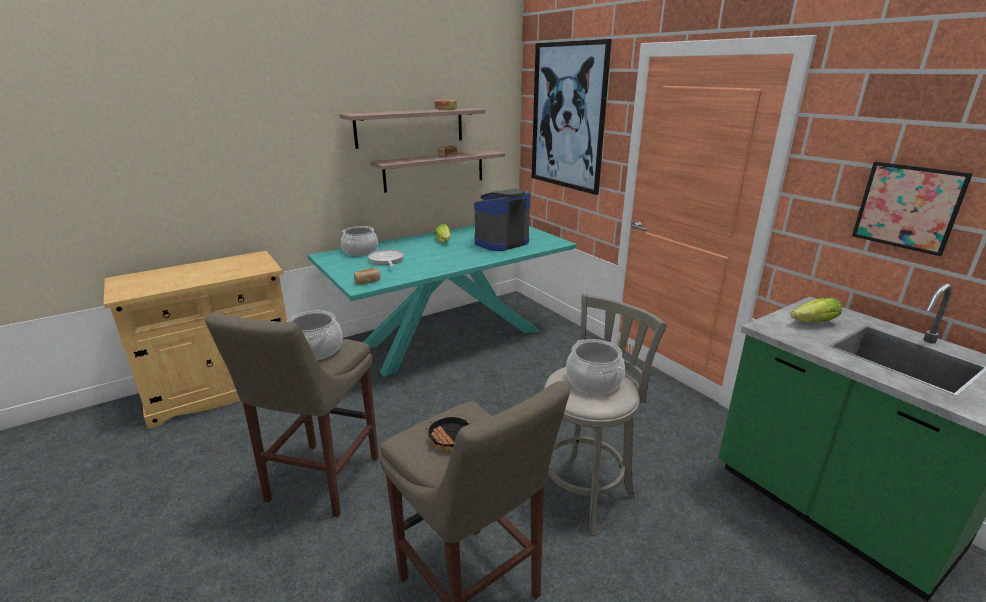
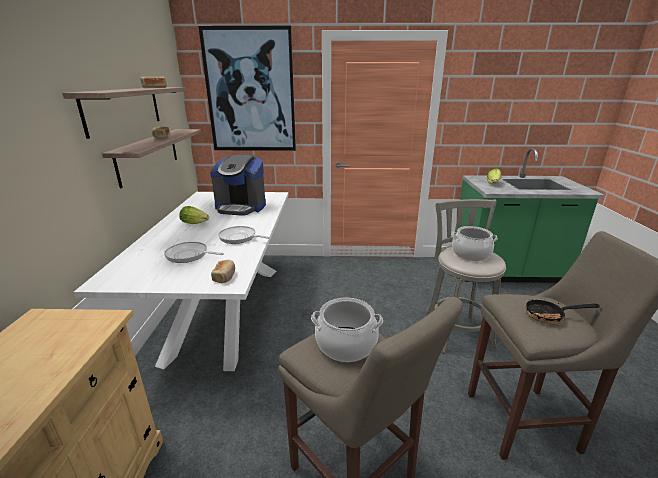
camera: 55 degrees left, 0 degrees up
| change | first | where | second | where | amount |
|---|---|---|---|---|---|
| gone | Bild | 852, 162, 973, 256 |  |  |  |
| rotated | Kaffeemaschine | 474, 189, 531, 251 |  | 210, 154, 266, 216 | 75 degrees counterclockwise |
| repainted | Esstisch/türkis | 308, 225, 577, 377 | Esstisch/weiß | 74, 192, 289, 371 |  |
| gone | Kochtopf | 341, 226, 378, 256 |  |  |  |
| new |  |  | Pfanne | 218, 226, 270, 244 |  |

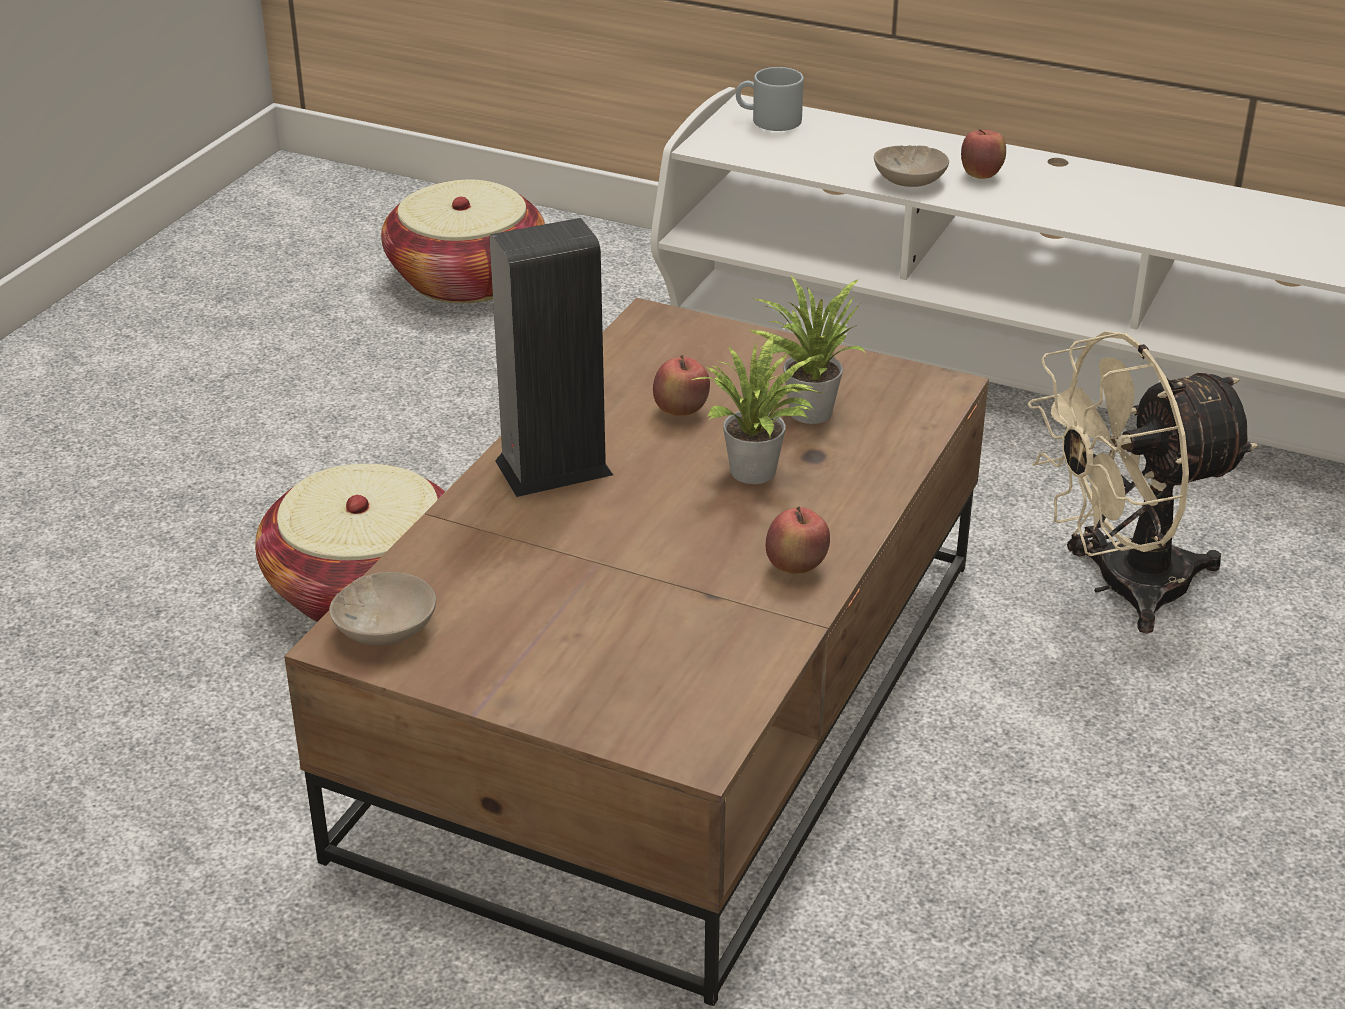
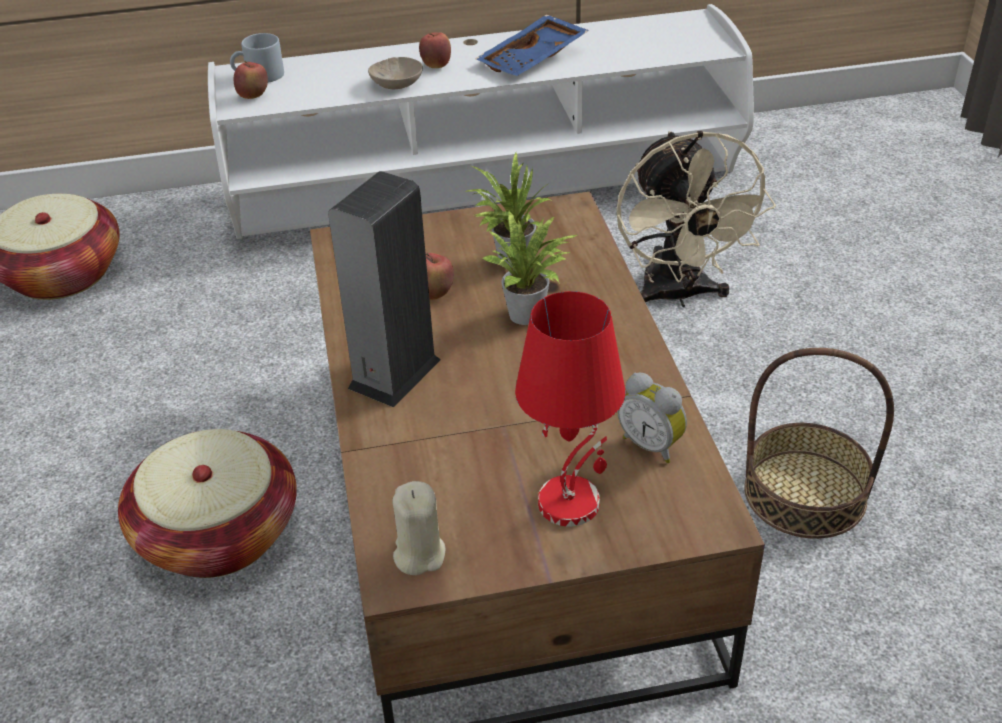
camera: 35 degrees left, 5 degrees up
| change | first | where | second | where | amount |
|---|---|---|---|---|---|
| rotated | Ventilator/beige | 1028, 331, 1258, 634 |  | 616, 131, 776, 307 | 45 degrees counterclockwise |
| shifted | Apfel | 766, 507, 830, 574 |  | 234, 60, 268, 99 |  |
| swapped | Schüssel/beige | 329, 572, 436, 646 | Kerze/beige | 392, 481, 445, 575 |  |
| new |  |  | Tablett/blau | 475, 14, 589, 76 |  |
| new |  |  | Tischlampe/rot | 515, 291, 625, 526 |  |
| new |  |  | Korb | 744, 348, 894, 539 |  |
| new |  |  | Wecker | 618, 373, 687, 463 |  |

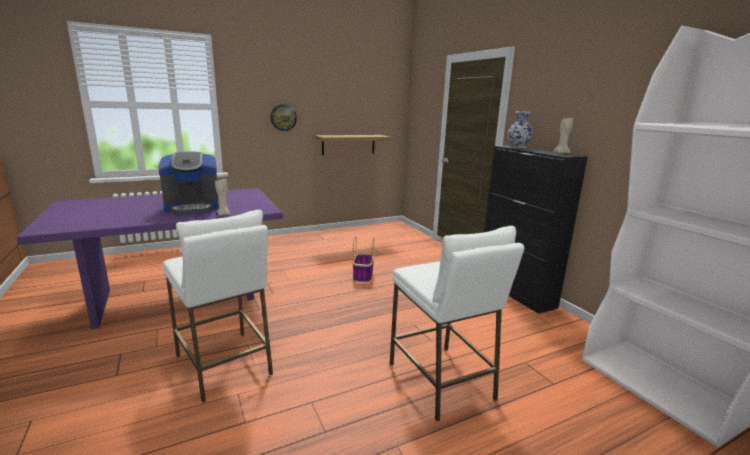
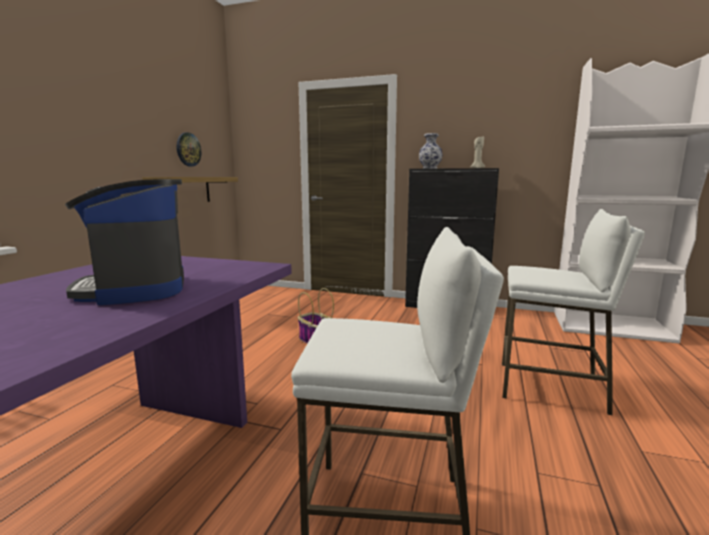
camera: 45 degrees left, 5 degrees down
| change | first | where | second | where | amount |
|---|---|---|---|---|---|
| shifted | Wanduhr | 270, 104, 297, 131 |  | 177, 132, 201, 167 |  |
| rotated | Kaffeemaschine | 159, 151, 219, 215 |  | 65, 179, 184, 305 | 135 degrees clockwise |
| gone | Kerze/beige | 215, 179, 230, 216 |  |  |  |

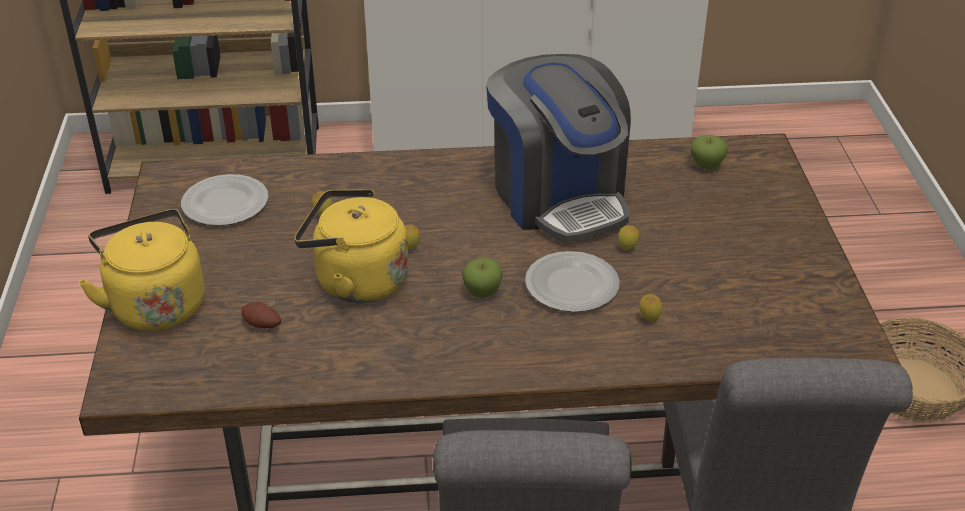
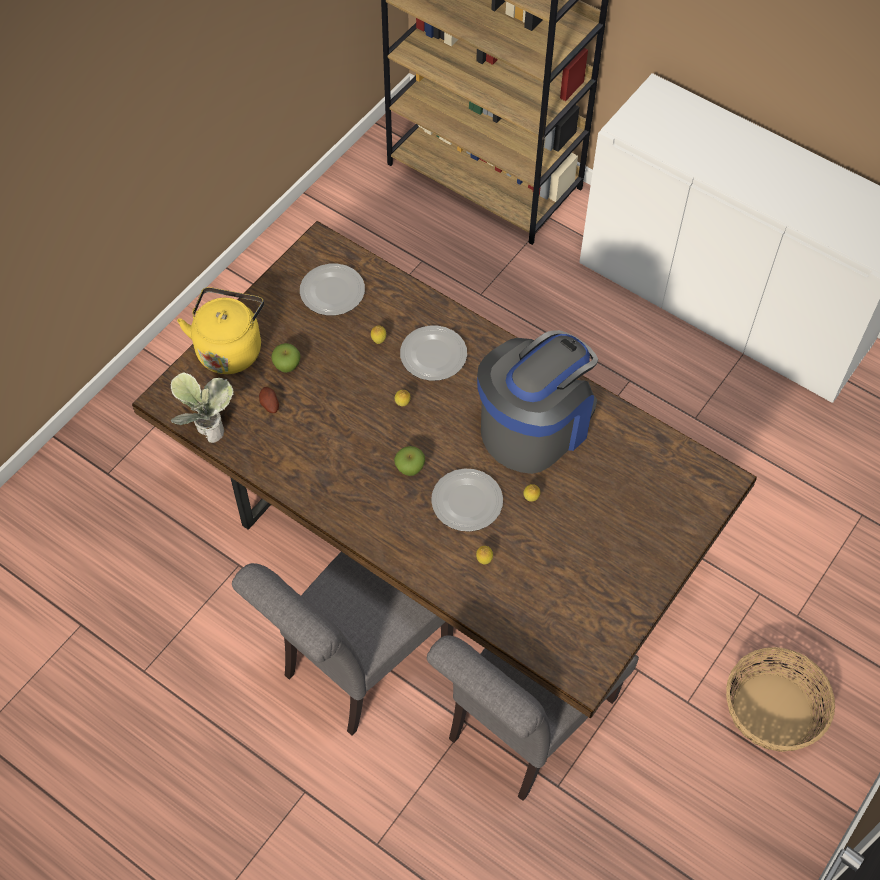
camera: 40 degrees right, 20 degrees up
| change | first | where | second | where | amount |
|---|---|---|---|---|---|
| rotated | Kaffeemaschine | 486, 54, 631, 242 |  | 477, 330, 598, 474 | 150 degrees counterclockwise |
| shifted | Apfel | 690, 135, 728, 169 |  | 271, 343, 301, 373 |  |
| gone | Wasserkessel/gelb | 294, 189, 409, 303 |  |  |  |
| new |  |  | Teller | 400, 326, 467, 381 |  |
| new |  |  | Topfpflanze | 171, 373, 234, 443 |  |

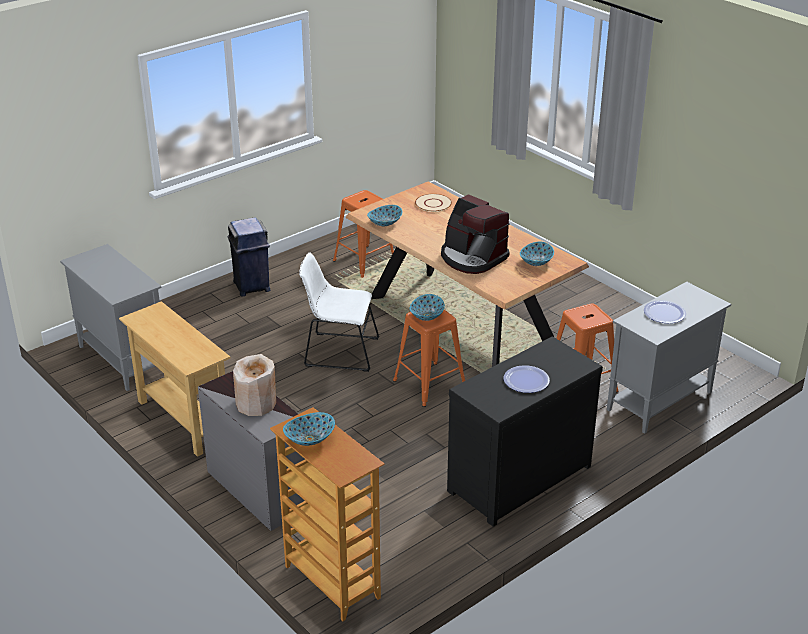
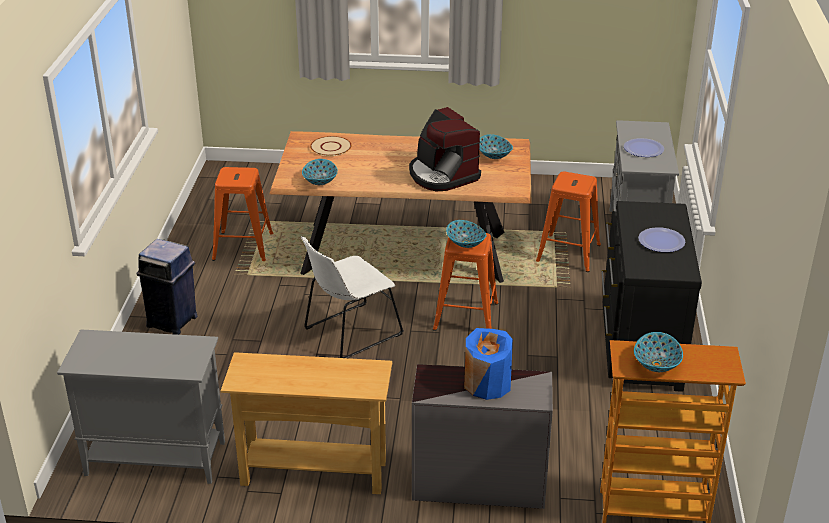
camera: 45 degrees left, 0 degrees up
| change | first | where | second | where | amount |
|---|---|---|---|---|---|
| rotated | Kaffeemaschine | 441, 194, 510, 274 |  | 409, 107, 481, 191 | 60 degrees clockwise |
| repainted | Vase/beige | 233, 354, 276, 416 | Vase/blau | 464, 328, 513, 400 |  |

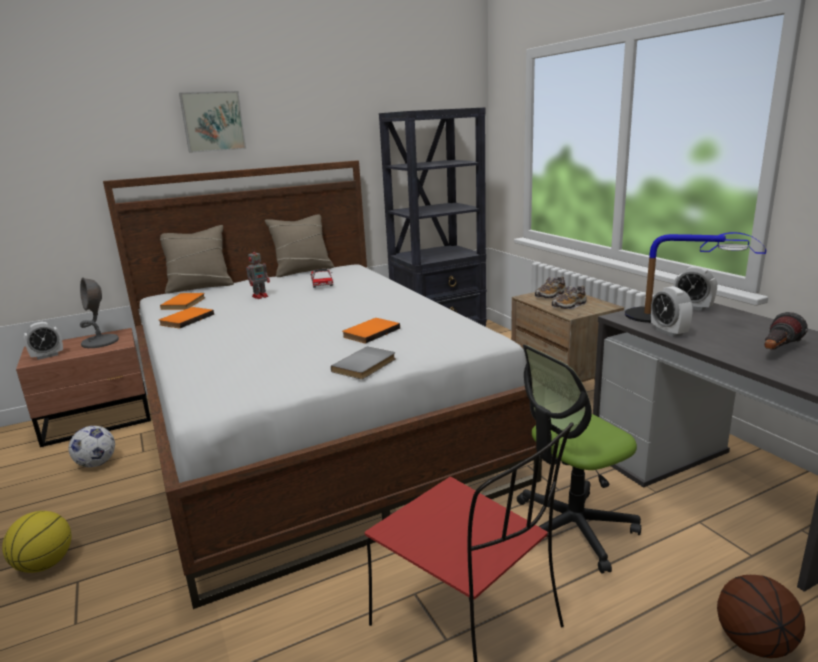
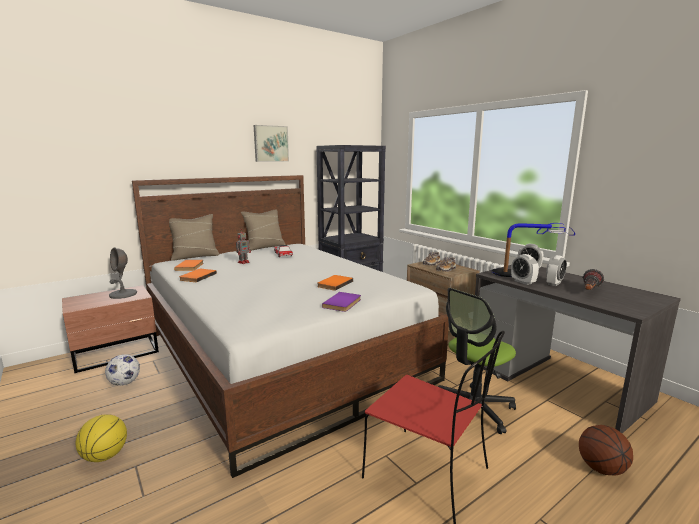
camera: 10 degrees left, 5 degrees down
| change | first | where | second | where | amount |
|---|---|---|---|---|---|
| shifted | Bild | 179, 91, 246, 153 |  | 254, 125, 289, 162 |  |
| shifted | Wecker | 23, 322, 63, 360 |  | 546, 255, 567, 286 |  |
| repainted | Buch/grau | 331, 346, 396, 379 | Buch/lila | 322, 292, 361, 312 |  |

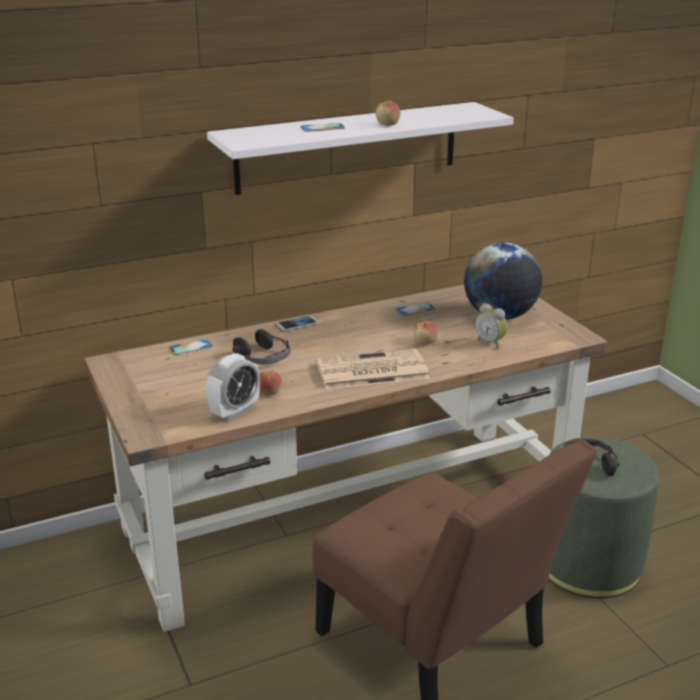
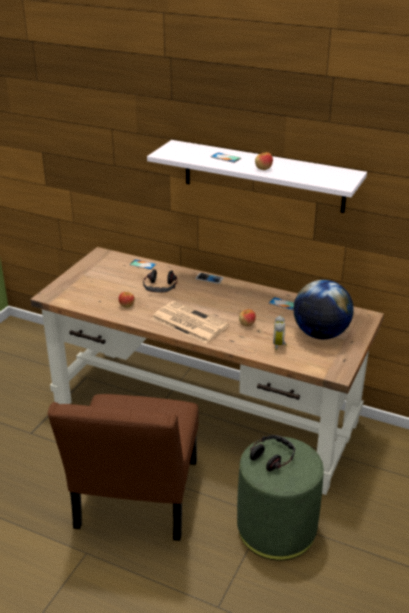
camera: 50 degrees right, 5 degrees up
| change | first | where | second | where | amount |
|---|---|---|---|---|---|
| gone | Wecker | 206, 354, 260, 421 |  |  |  |

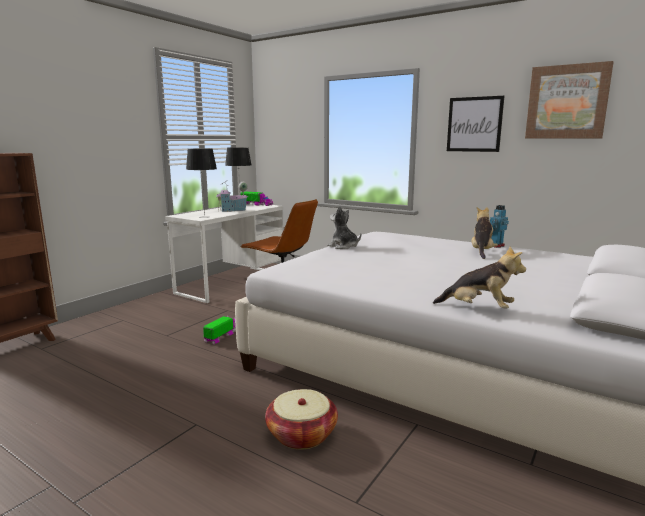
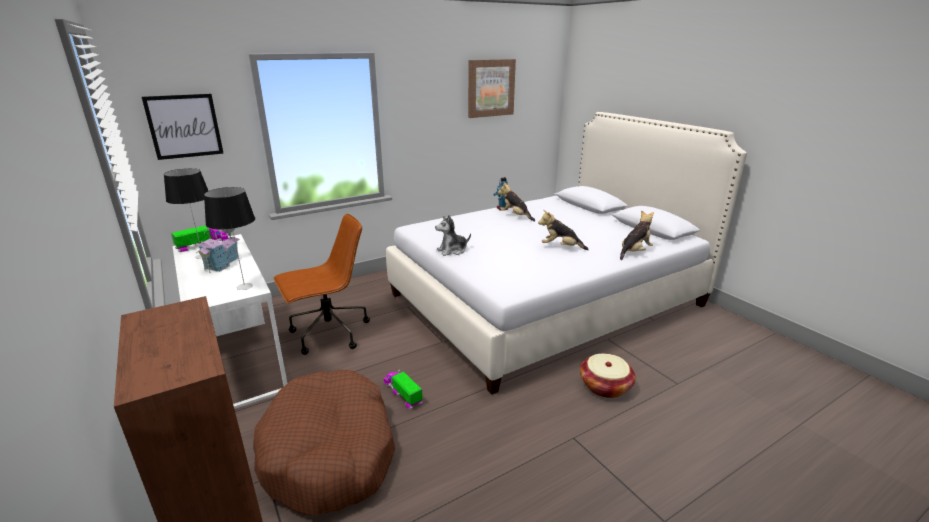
camera: 65 degrees left, 10 degrees up
| change | first | where | second | where | amount |
|---|---|---|---|---|---|
| shifted | Bild | 447, 96, 504, 152 |  | 142, 94, 224, 160 |  |
| new |  |  | Plüschtier | 538, 210, 589, 250 |  |
| new |  |  | Hundebett/braun | 253, 369, 395, 515 |  |

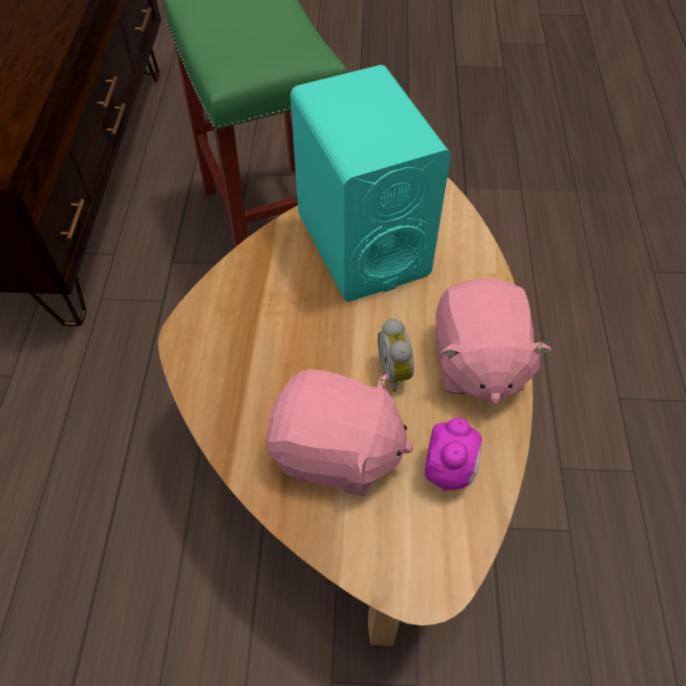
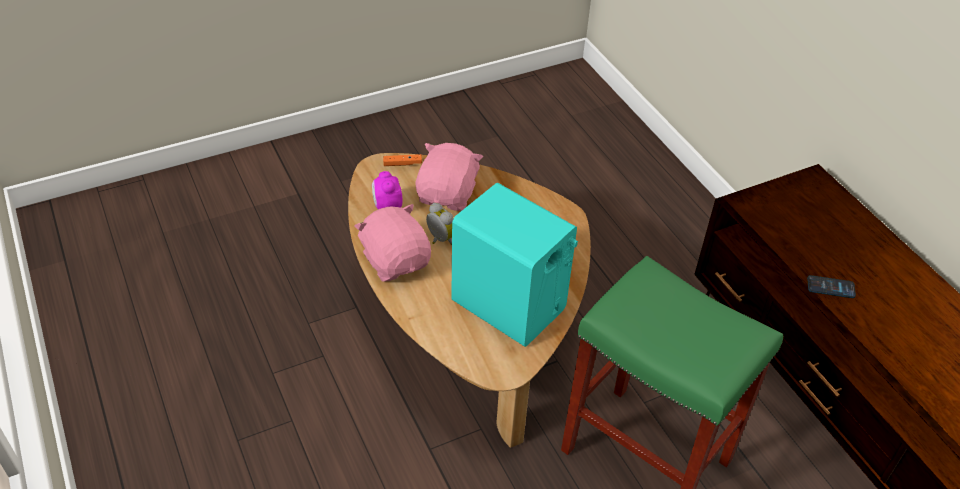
camera: 150 degrees right, 10 degrees down
| change | first | where | second | where | amount |
|---|---|---|---|---|---|
| rotated | Plüschtier/rosa | 266, 369, 413, 496 |  | 416, 143, 483, 211 | 120 degrees clockwise |
| new |  |  | Gamepad/orange | 383, 154, 422, 166 |  |
| new |  |  | Handy | 807, 275, 856, 298 |  |

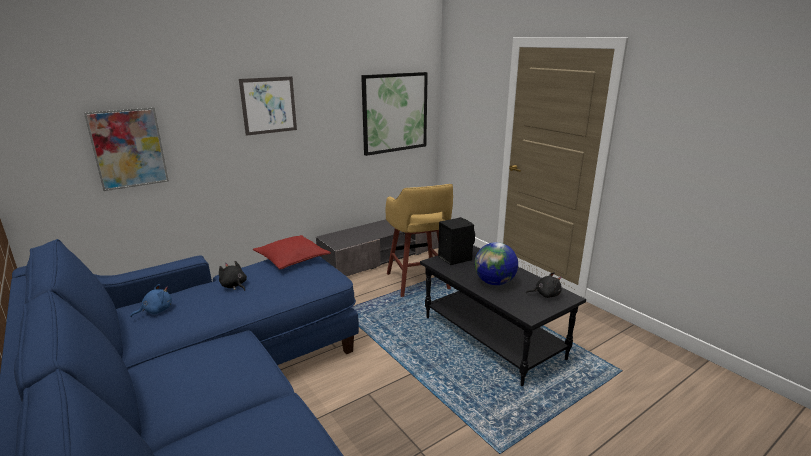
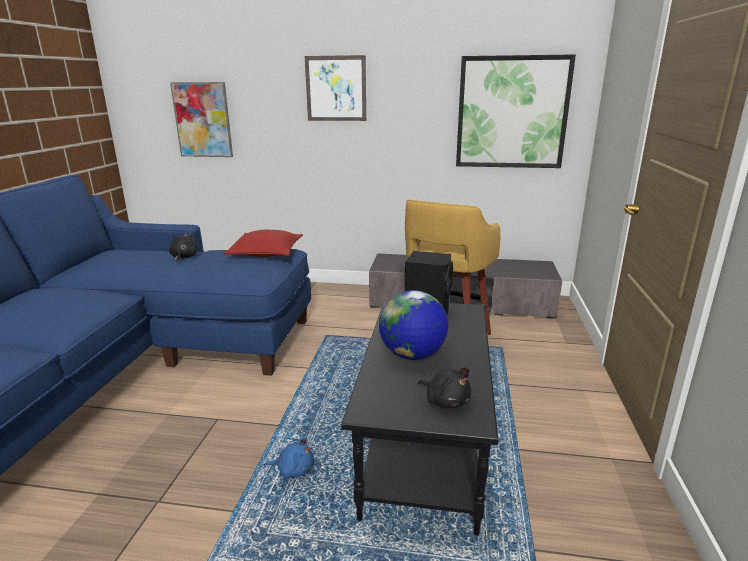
camera: 45 degrees right, 0 degrees up
| change | first | where | second | where | amount |
|---|---|---|---|---|---|
| shifted | Plüschtier/blau | 130, 284, 172, 317 |  | 264, 438, 314, 479 |  |

